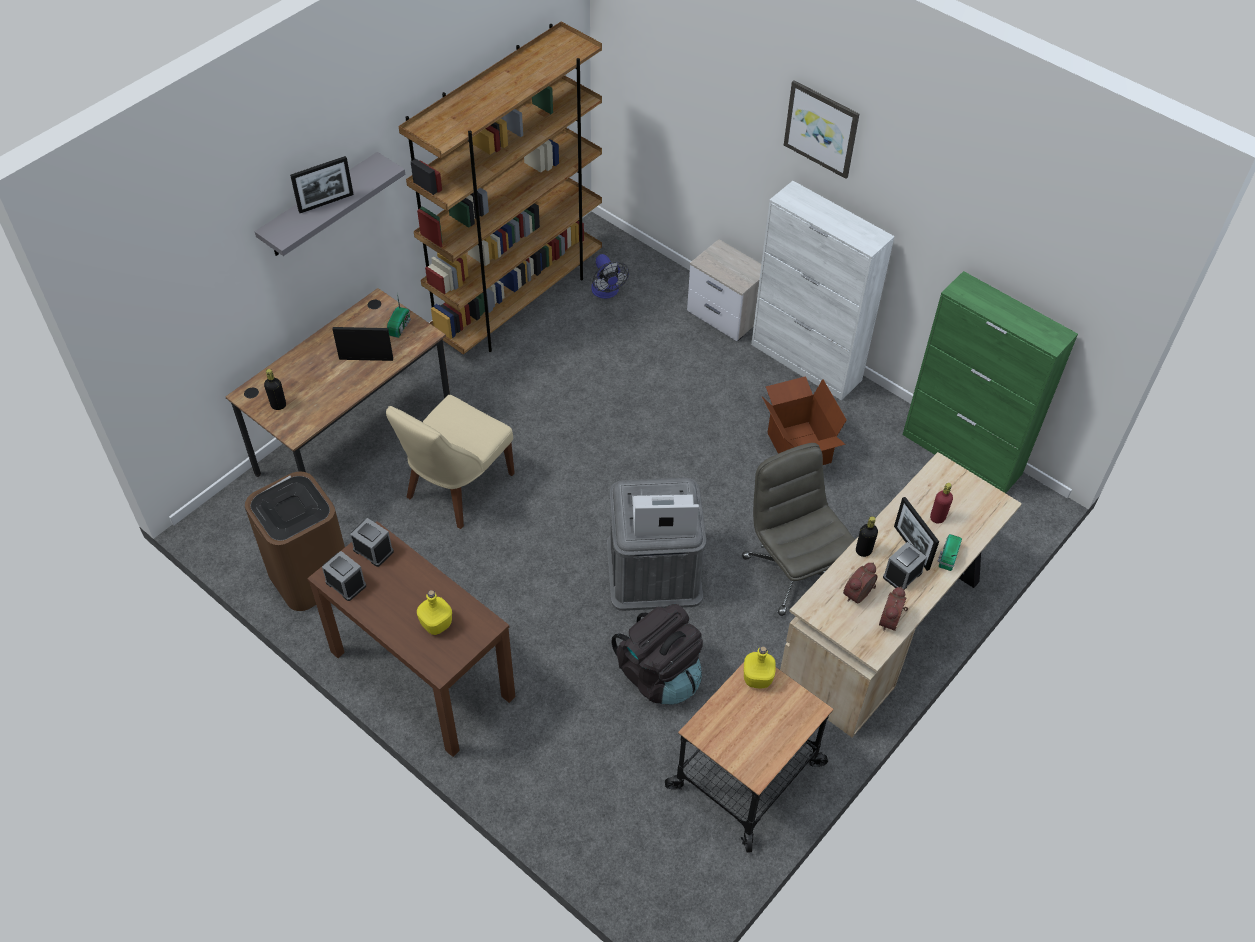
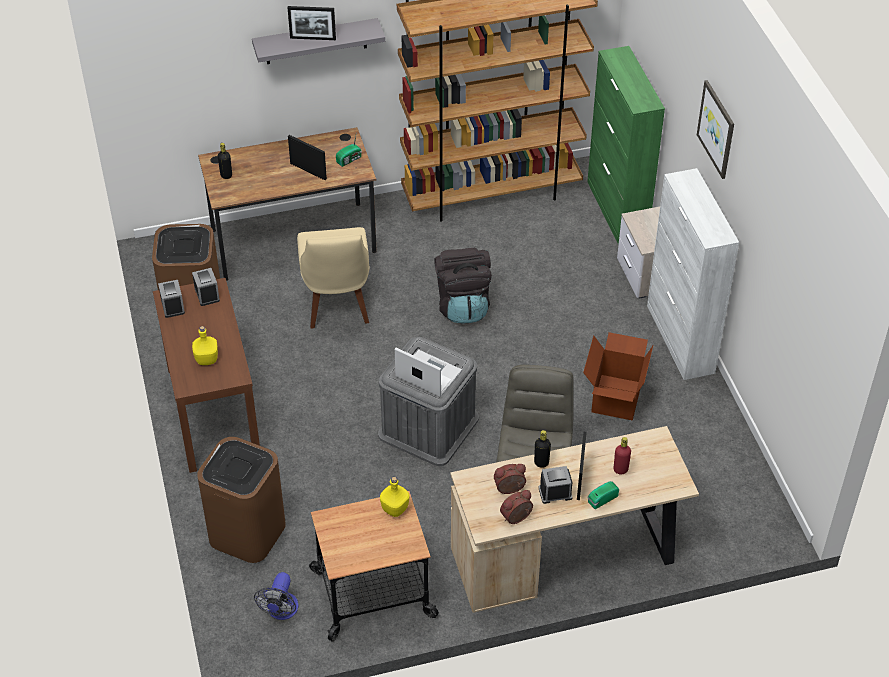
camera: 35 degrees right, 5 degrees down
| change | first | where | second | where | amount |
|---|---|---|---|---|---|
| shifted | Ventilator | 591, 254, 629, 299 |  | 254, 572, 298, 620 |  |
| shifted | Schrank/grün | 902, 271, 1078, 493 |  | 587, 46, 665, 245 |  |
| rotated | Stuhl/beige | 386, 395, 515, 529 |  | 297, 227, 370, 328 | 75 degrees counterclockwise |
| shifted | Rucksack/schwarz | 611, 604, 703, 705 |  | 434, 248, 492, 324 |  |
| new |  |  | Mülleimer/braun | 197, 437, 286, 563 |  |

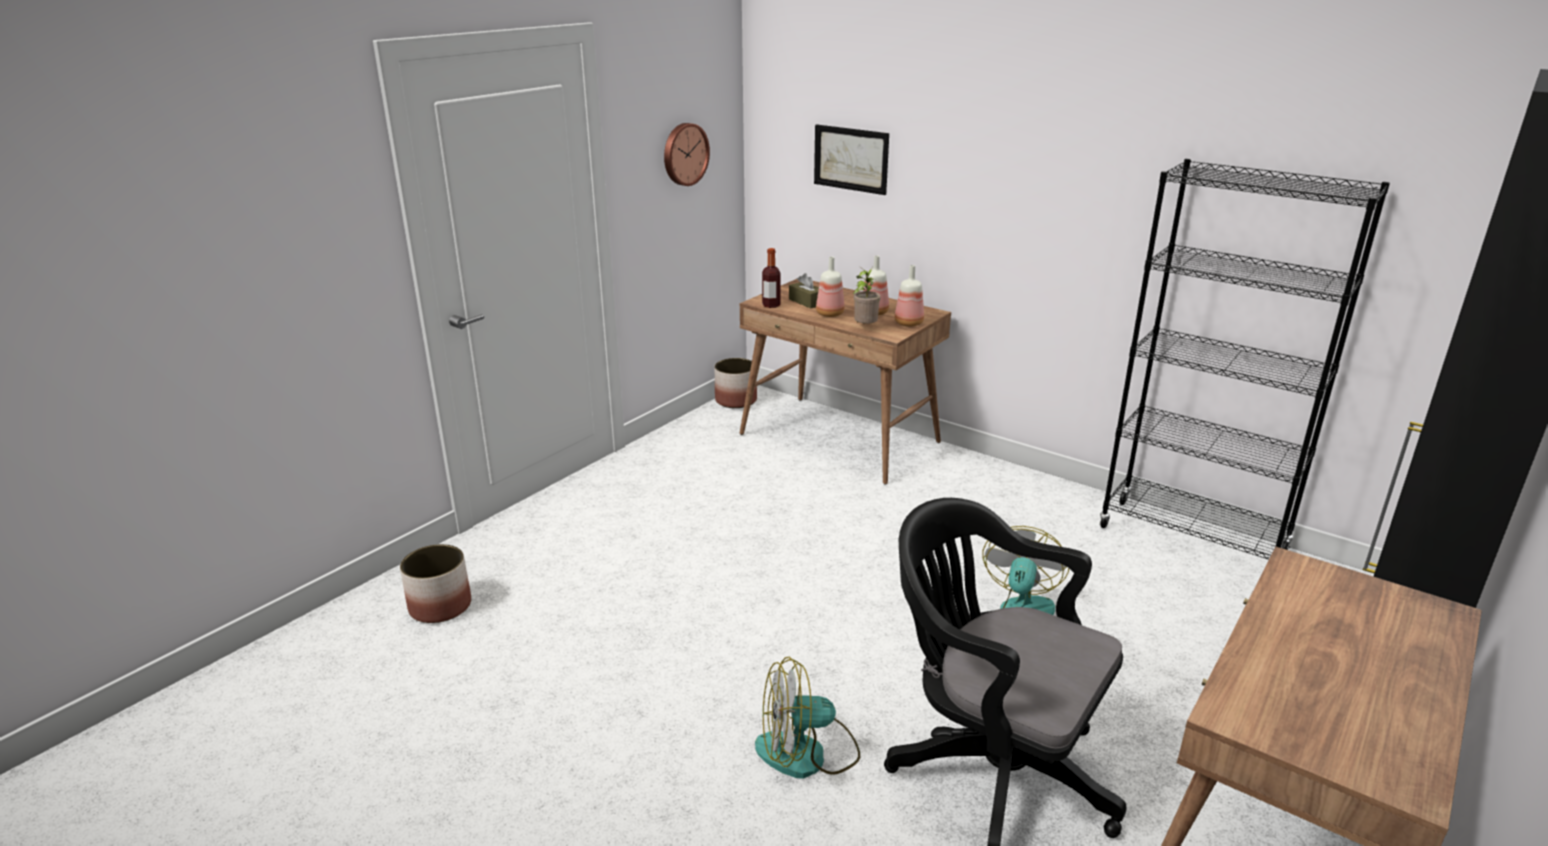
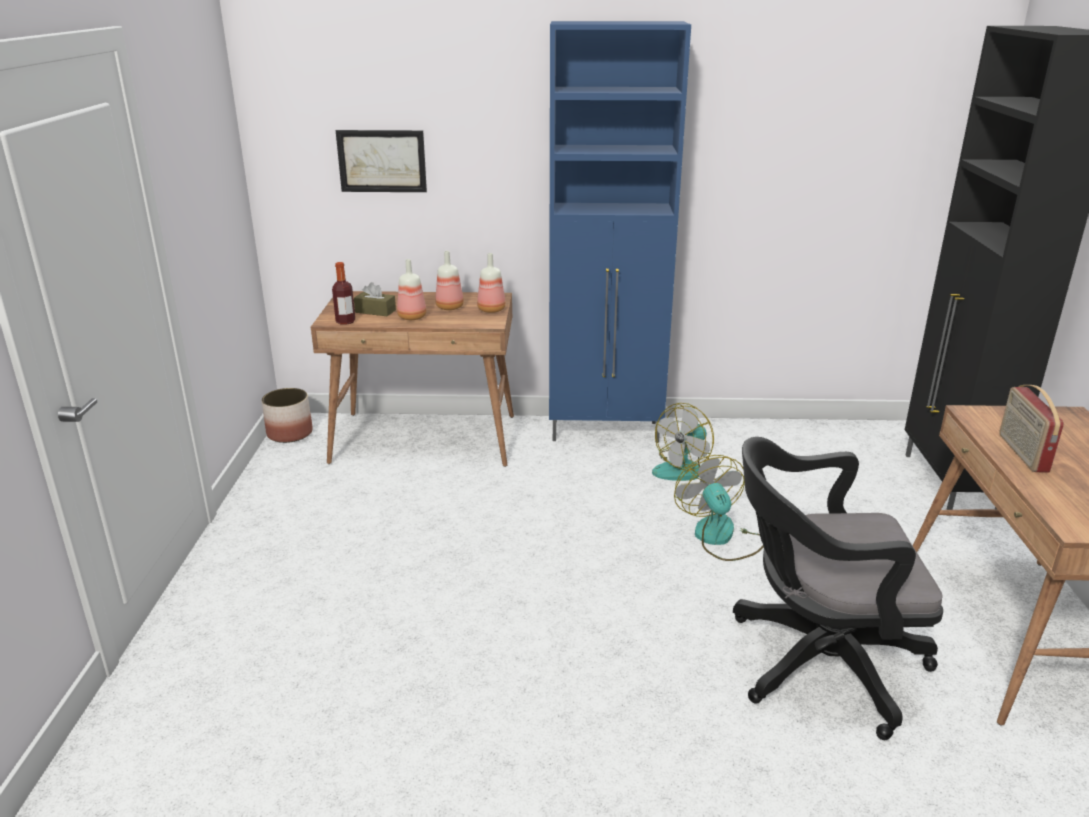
camera: 35 degrees left, 0 degrees up
| change | first | where | second | where | amount |
|---|---|---|---|---|---|
| gone | Wanduhr | 664, 123, 710, 186 |  |  |  |
| gone | Bücherregal/schwarz | 1098, 159, 1390, 560 |  |  |  |
| gone | Topfpflanze | 853, 266, 881, 324 |  |  |  |
| gone | Pflanzkübel | 400, 544, 471, 623 |  |  |  |
| shifted | Ventilator | 755, 657, 860, 779 |  | 652, 403, 714, 481 |  |
| new |  |  | Schrank/blau | 549, 21, 691, 443 |  |
| new |  |  | Radio | 999, 385, 1064, 473 |  |

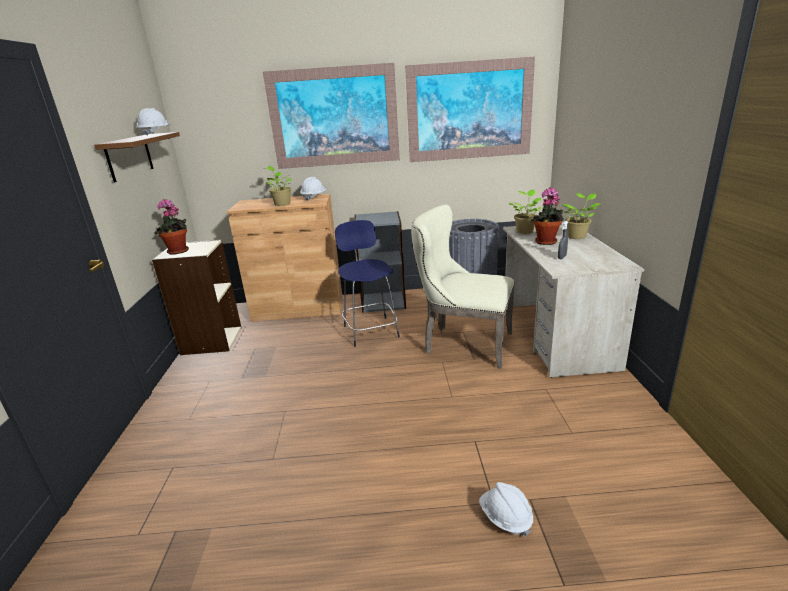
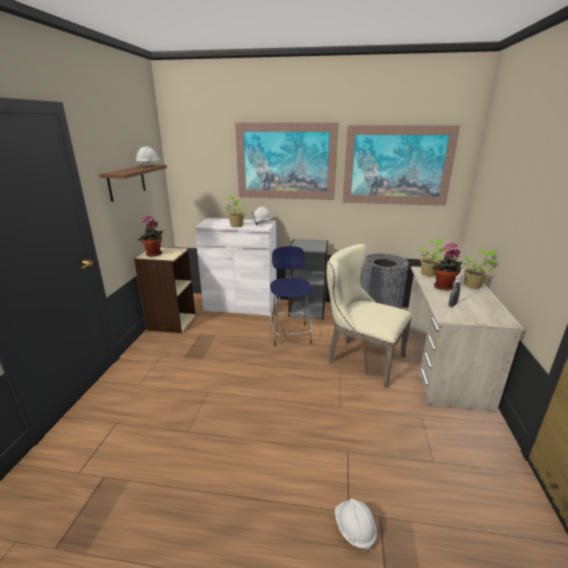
camera: 10 degrees right, 0 degrees up
| change | first | where | second | where | amount |
|---|---|---|---|---|---|
| repainted | Schrank/braun | 227, 194, 342, 322 | Schrank/weiß | 195, 218, 277, 316 |  |

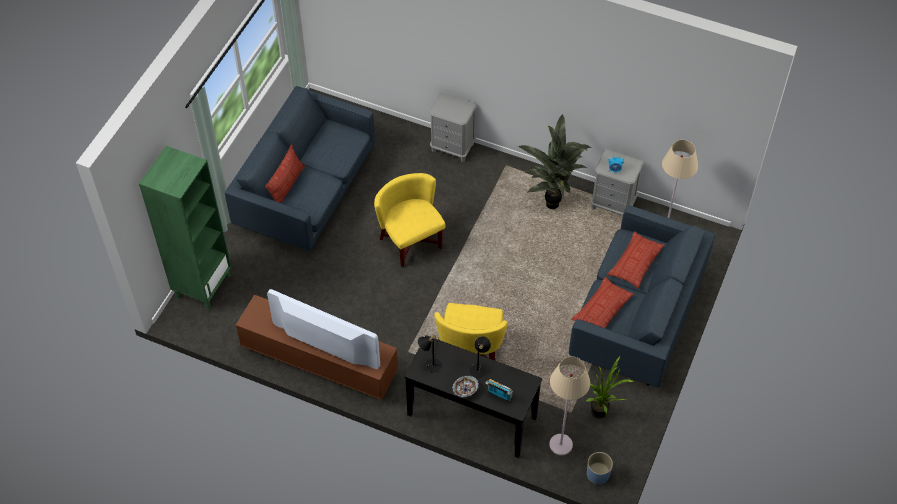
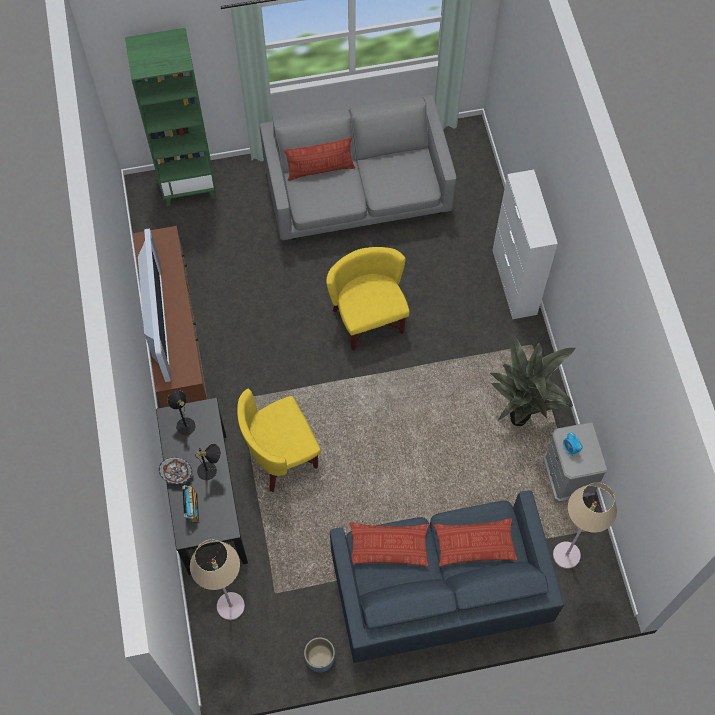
camera: 55 degrees right, 10 degrees up
| change | first | where | second | where | amount |
|---|---|---|---|---|---|
| repainted | Sofa/blau | 225, 86, 375, 251 | Sofa/grau | 260, 95, 457, 240 |  |
| swapped | Nachttisch/grau | 429, 92, 477, 162 | Schrank/weiß | 492, 170, 558, 319 |  |
| rotated | Sessel/gelb | 374, 173, 445, 267 |  | 326, 247, 410, 351 | 45 degrees counterclockwise |
| gone | Topfpflanze | 583, 356, 634, 418 |  |  |  |
| shifted | Pflanzkübel/blau | 587, 452, 613, 485 |  | 304, 637, 335, 672 |  |

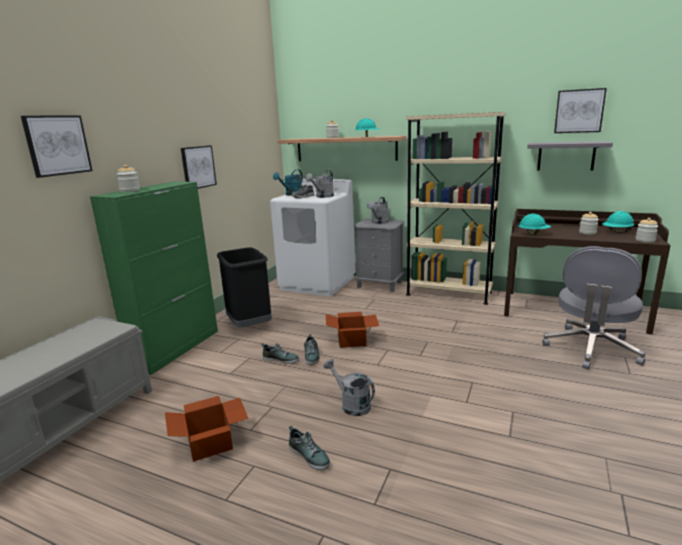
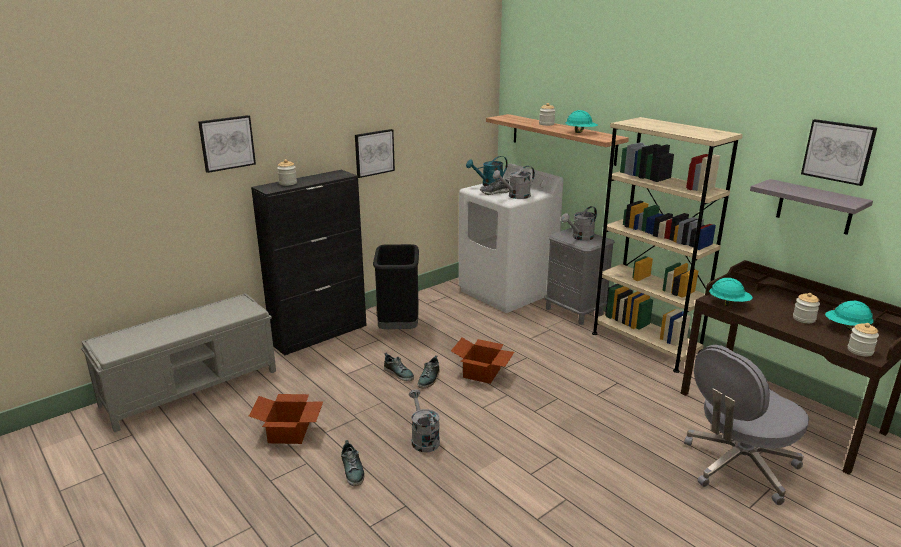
camera: 25 degrees right, 5 degrees up
| change | first | where | second | where | amount |
|---|---|---|---|---|---|
| repainted | Schrank/grün | 90, 182, 218, 375 | Schrank/schwarz | 251, 170, 367, 356 |  |

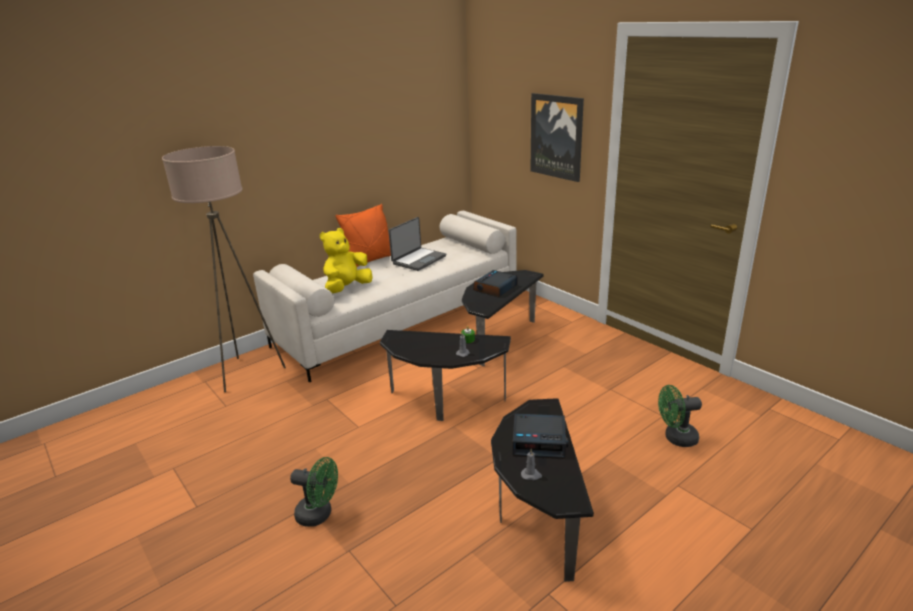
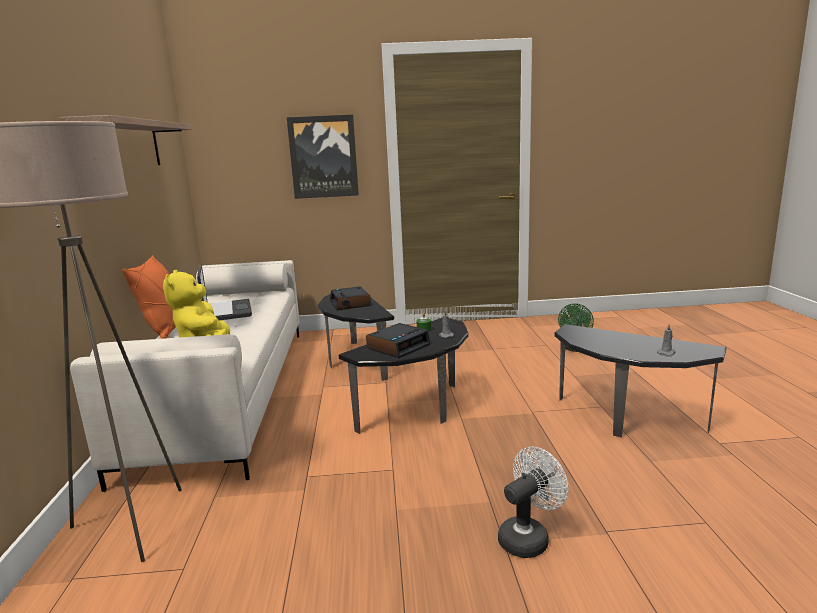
camera: 55 degrees left, 10 degrees down
| change | first | where | second | where | amount |
|---|---|---|---|---|---|
| shifted | Wecker | 512, 413, 568, 459 |  | 366, 323, 430, 358 |  |
| repainted | Ventilator/grün | 290, 457, 338, 527 | Ventilator/weiß | 498, 447, 568, 558 |  |
| new |  |  | Wandregal | 59, 115, 193, 165 |  |

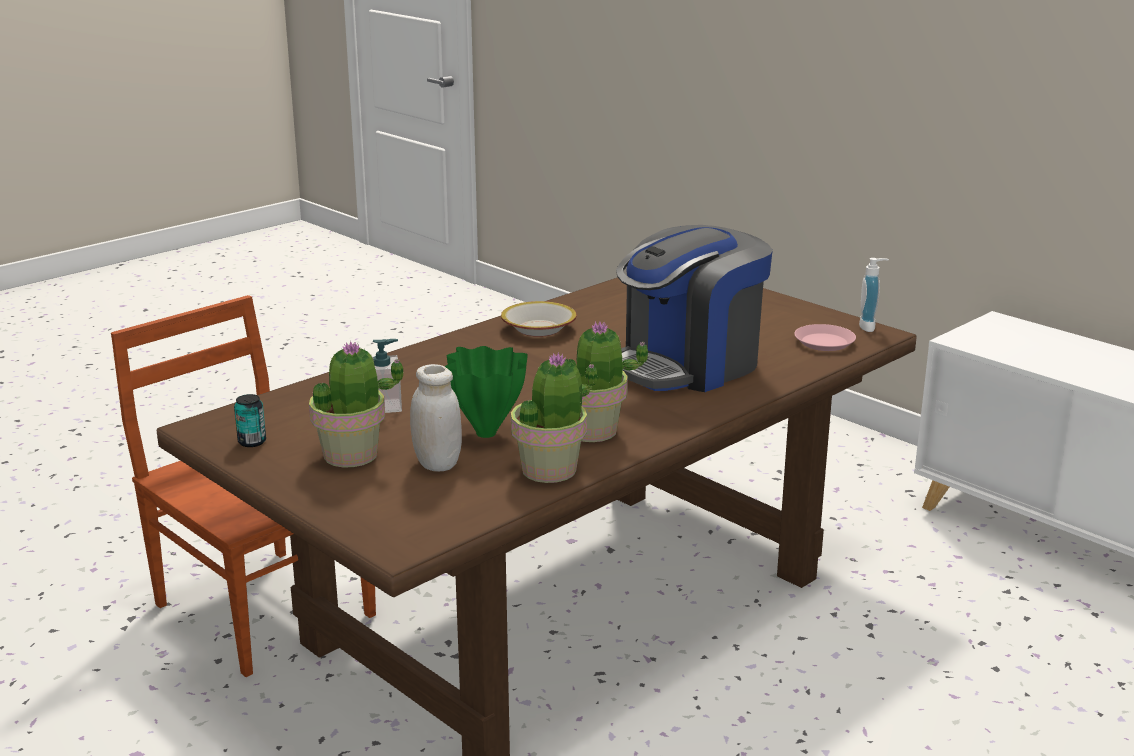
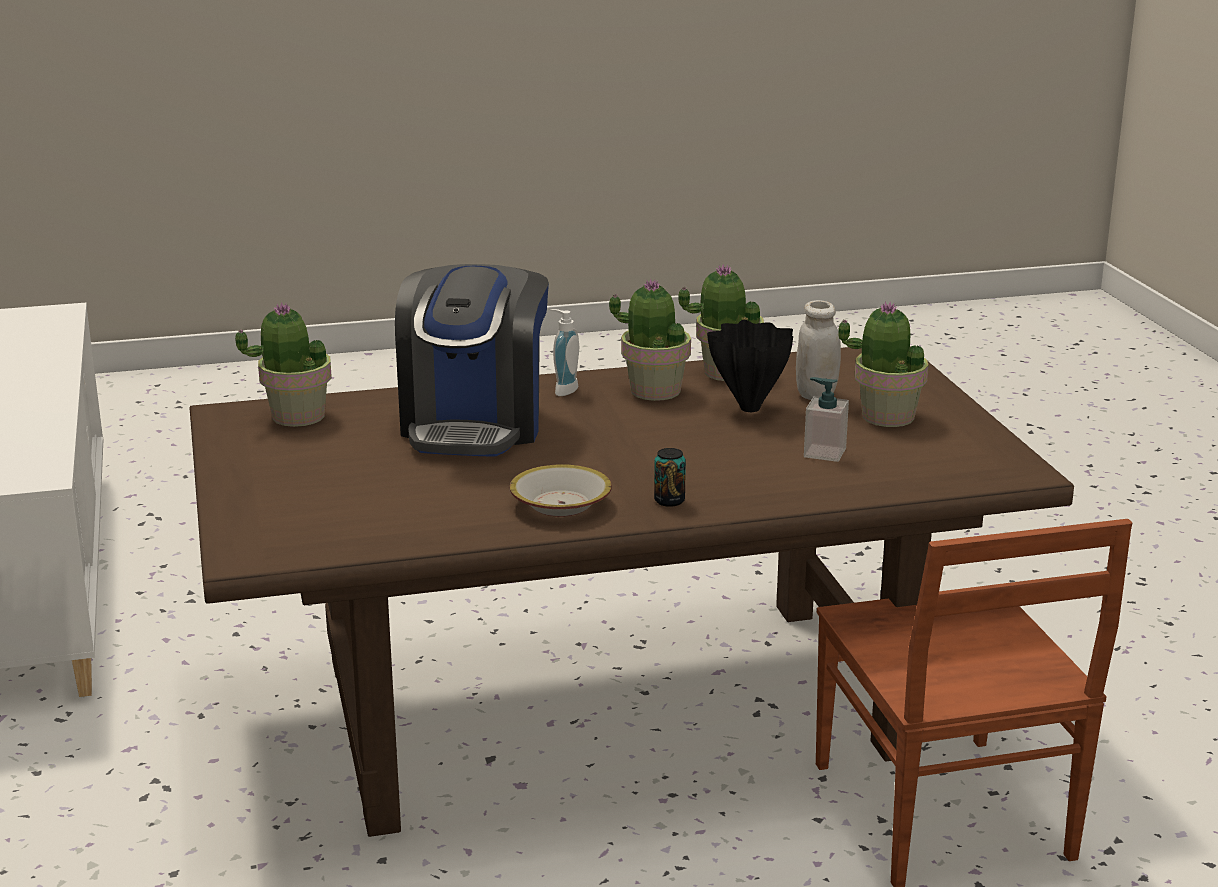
camera: 150 degrees left, 0 degrees up
| change | first | where | second | where | amount |
|---|---|---|---|---|---|
| rotated | Kaffeemaschine | 616, 225, 773, 392 |  | 395, 264, 549, 457 | 105 degrees clockwise |
| shifted | Seifenspender | 859, 258, 889, 332 |  | 551, 309, 579, 396 |  |
| swapped | Teller/rosa | 794, 324, 856, 351 | Topfpflanze | 235, 302, 332, 427 |  |
| repainted | Vase/grün | 445, 346, 528, 438 | Vase/schwarz | 707, 320, 793, 412 |  |
| shifted | Dose | 234, 394, 266, 447 |  | 654, 448, 686, 507 |  |

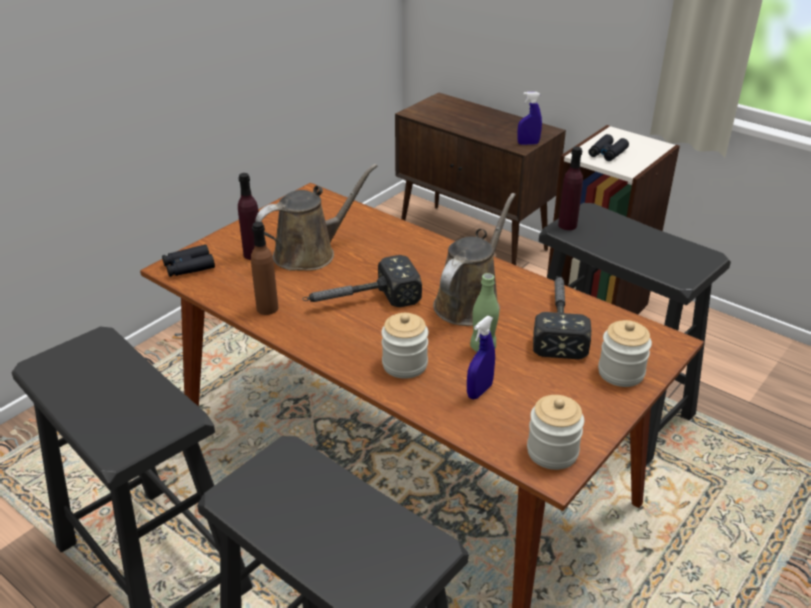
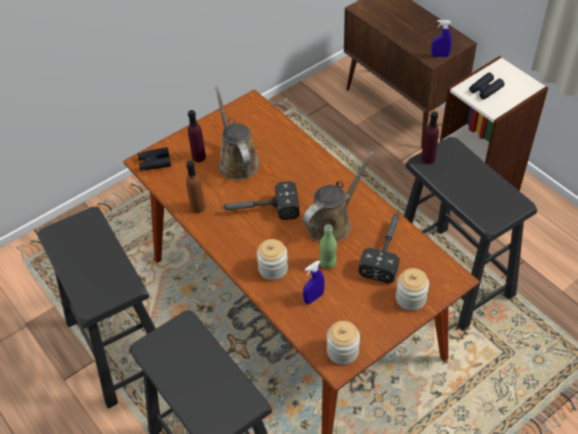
camera: 15 degrees right, 15 degrees up
| change | first | where | second | where | amount |
|---|---|---|---|---|---|
| rotated | Gießkanne/braun | 255, 164, 378, 271 |  | 215, 86, 260, 180 | 90 degrees counterclockwise |

